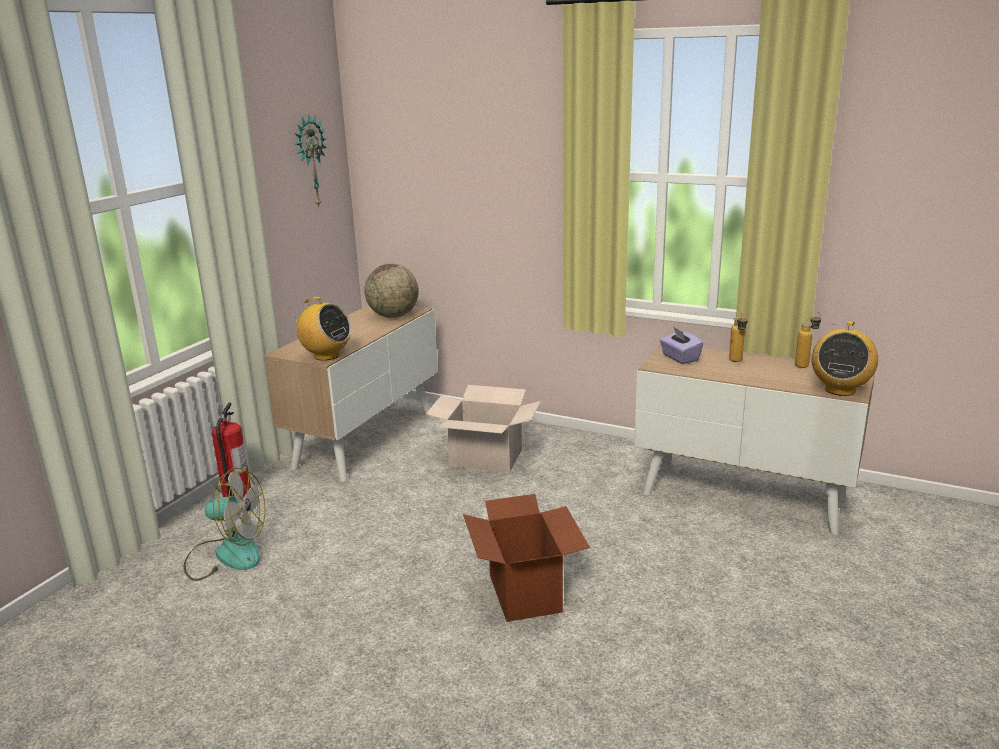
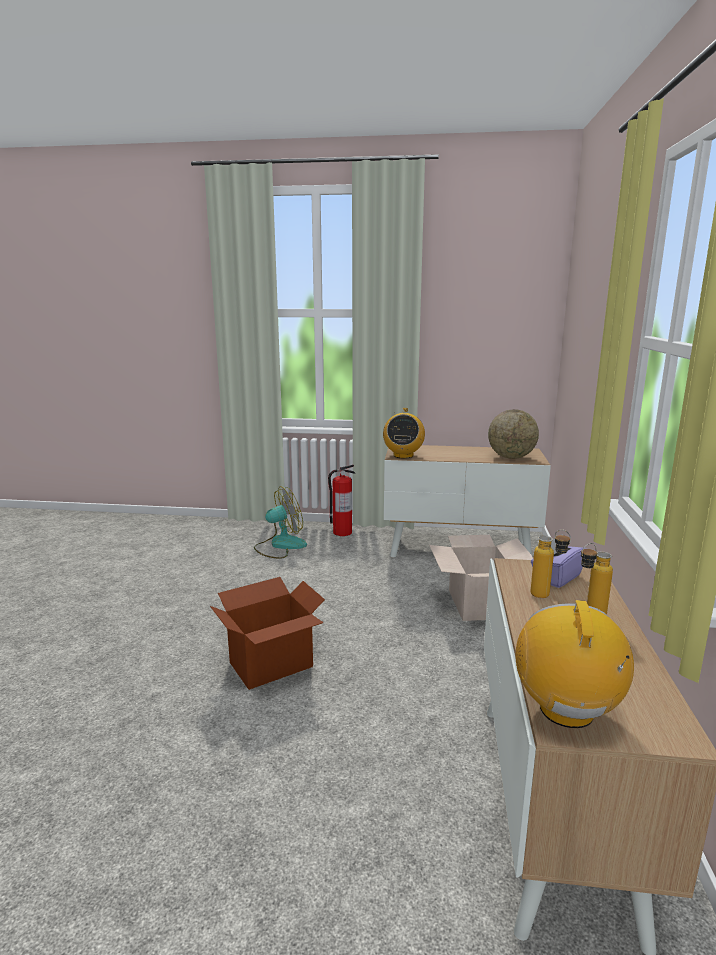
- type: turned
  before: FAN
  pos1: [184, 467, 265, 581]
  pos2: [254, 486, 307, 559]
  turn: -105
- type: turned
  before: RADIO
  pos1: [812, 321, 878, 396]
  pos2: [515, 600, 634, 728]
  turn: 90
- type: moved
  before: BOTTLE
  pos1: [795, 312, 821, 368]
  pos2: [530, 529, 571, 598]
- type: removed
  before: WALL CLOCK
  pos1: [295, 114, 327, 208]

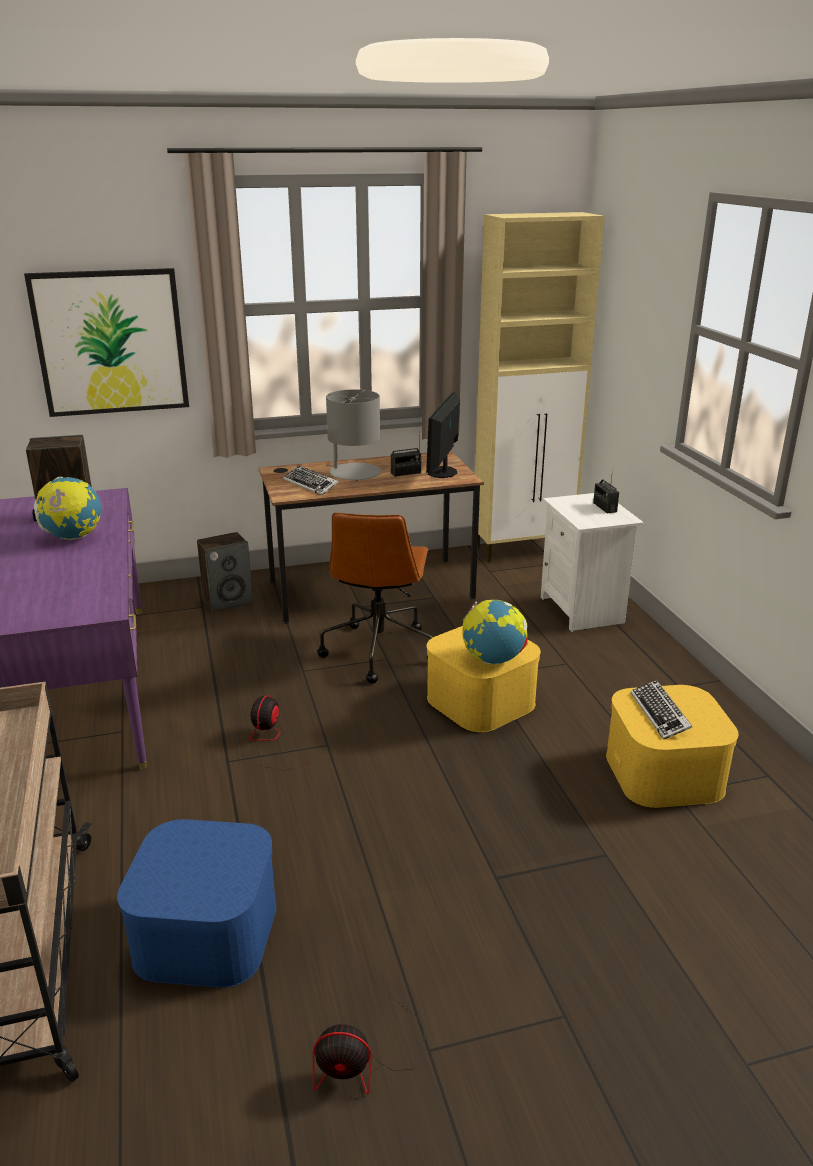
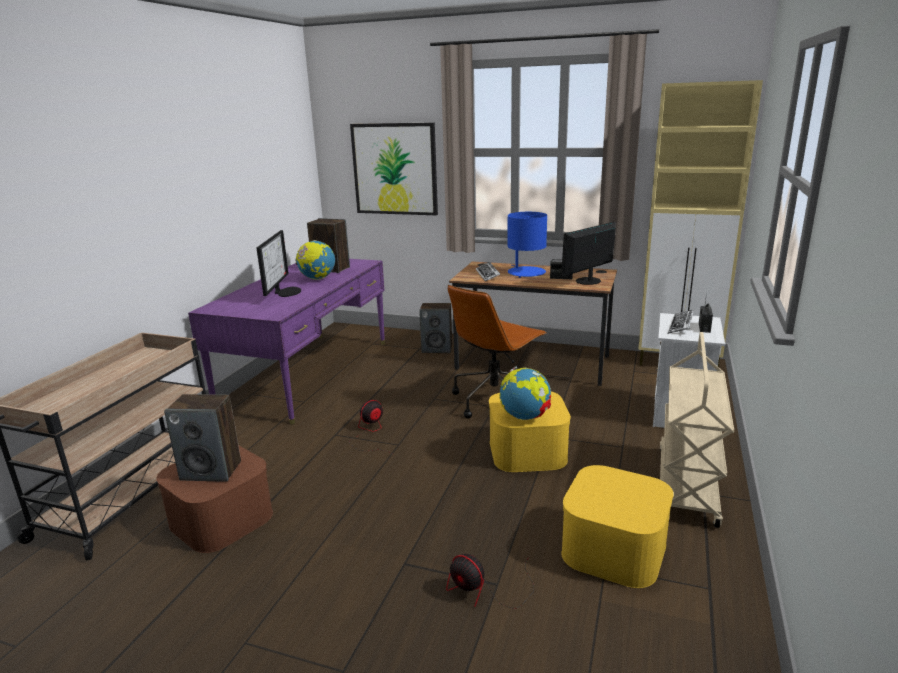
- type: recoloured
  before: BLUE STORAGE BOX
  after: BROWN STORAGE BOX
  pos1: [117, 819, 276, 988]
  pos2: [156, 445, 273, 553]
- type: added
  after: SPEAKER
  pos2: [164, 394, 241, 482]
- type: added
  after: MONITOR
  pos2: [257, 230, 301, 297]
- type: moved
  before: FAN
  pos1: [313, 973, 425, 1094]
  pos2: [446, 554, 534, 609]
- type: recoloured
  before: GREY TABLE LAMP
  after: BLUE TABLE LAMP
  pos1: [326, 389, 381, 482]
  pos2: [507, 212, 547, 278]
- type: added
  after: BEIGE CART
  pos2: [660, 332, 734, 528]
- type: moved
  before: KEYBOARD
  pos1: [631, 680, 692, 740]
  pos2: [668, 310, 694, 334]

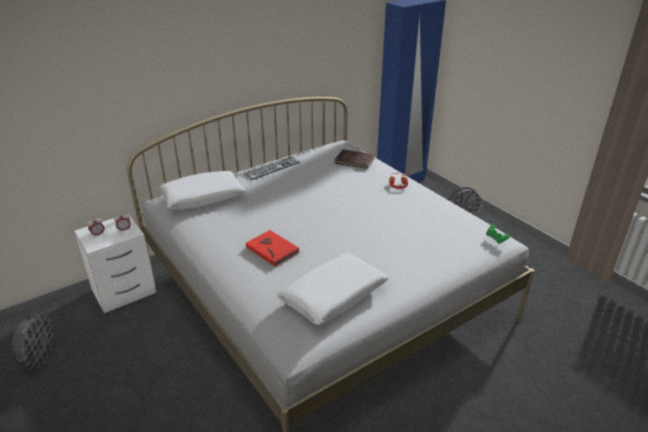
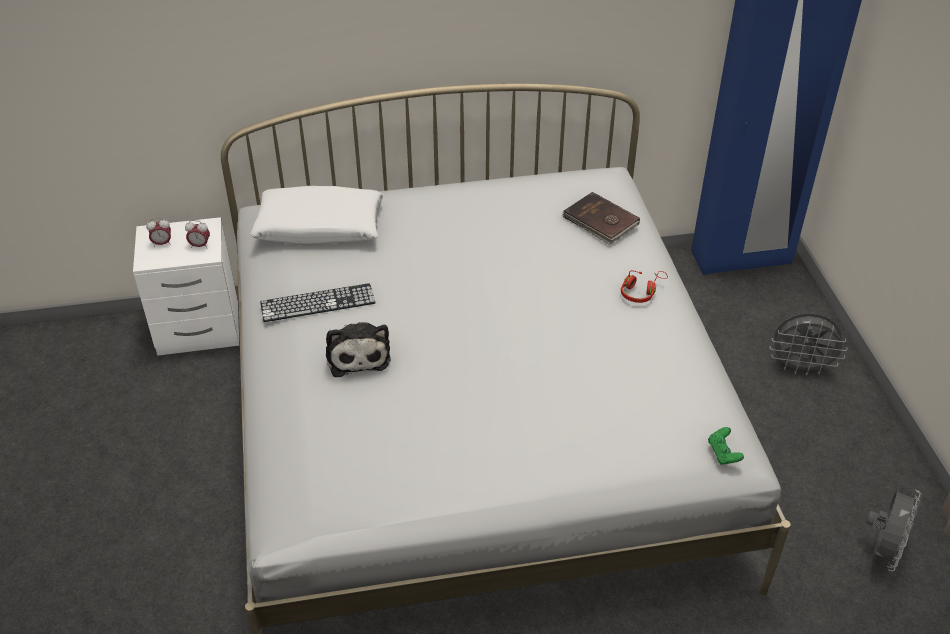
- type: moved
  before: KEYBOARD
  pos1: [244, 156, 300, 180]
  pos2: [260, 283, 376, 322]
- type: replaced
  before: RED BOOK
  after: PLUSH TOY
  pos1: [246, 230, 300, 267]
  pos2: [326, 322, 391, 377]
- type: moved
  before: GREY FAN
  pos1: [12, 315, 53, 369]
  pos2: [866, 488, 922, 572]
- type: removed
  before: WHITE PILLOW
  pos1: [277, 253, 389, 325]

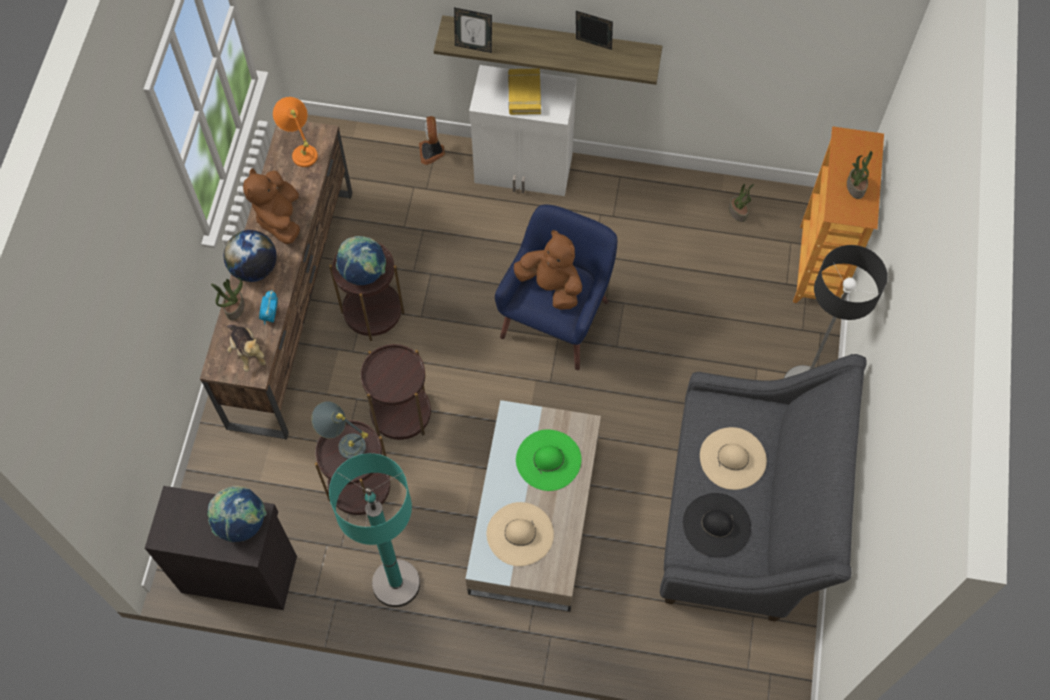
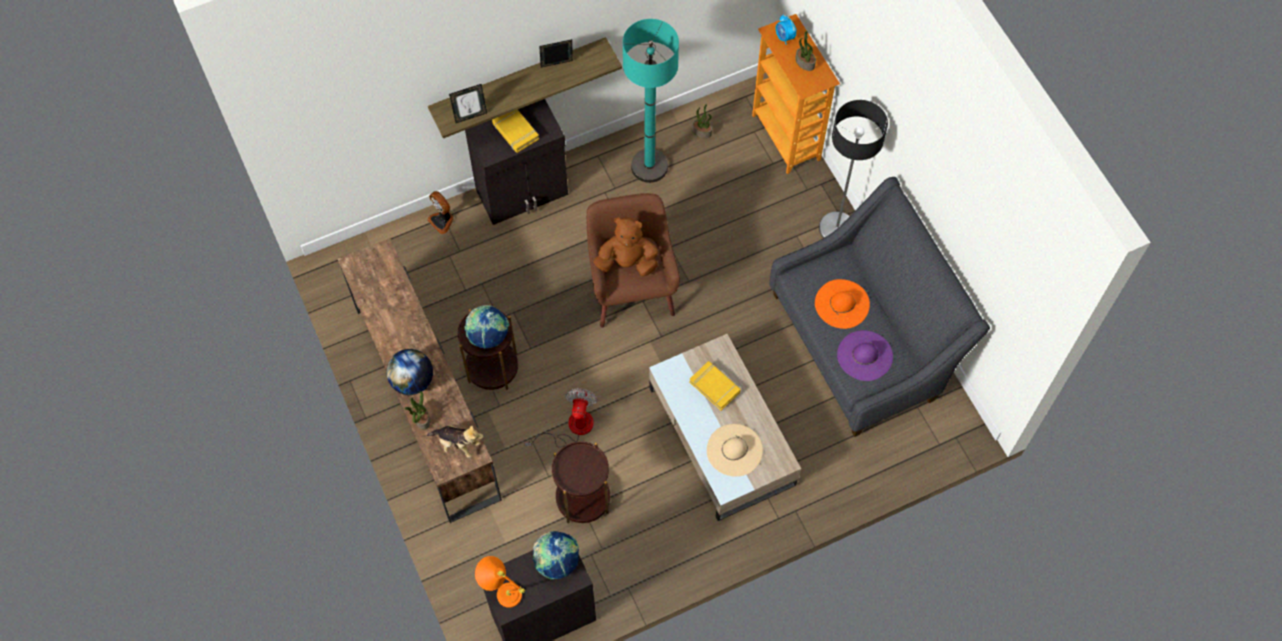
- type: recoloured
  before: WHITE CABINET
  after: BLACK CABINET
  pos1: [469, 65, 577, 196]
  pos2: [465, 99, 568, 225]
- type: moved
  before: ORANGE TABLE LAMP
  pos1: [273, 97, 318, 167]
  pos2: [475, 556, 525, 608]
- type: replaced
  before: BROWN SIDE TABLE
  after: FAN
  pos1: [361, 344, 431, 440]
  pos2: [524, 388, 598, 448]
- type: recoloured
  before: BLUE ARMCHAIR
  after: BROWN ARMCHAIR
  pos1: [495, 205, 617, 370]
  pos2: [586, 193, 680, 328]
- type: moved
  before: TURQUOISE FLOOR LAMP
  pos1: [329, 453, 420, 607]
  pos2: [623, 19, 679, 183]
- type: replaced
  before: GREEN HAT
  after: YELLOW BOOK
  pos1: [516, 429, 581, 491]
  pos2: [689, 361, 740, 410]
- type: moved
  before: ALARM CLOCK
  pos1: [259, 290, 278, 324]
  pos2: [776, 14, 797, 45]
- type: recoloured
  before: BEIGE HAT
  after: ORANGE HAT
  pos1: [700, 427, 767, 490]
  pos2: [815, 279, 870, 329]
- type: recoloured
  before: BLACK HAT
  after: PURPLE HAT
  pos1: [683, 493, 751, 558]
  pos2: [837, 330, 893, 381]
- type: removed
  before: BROWN PLUSH TOY
  pos1: [243, 168, 300, 244]
- type: removed
  before: GREY TABLE LAMP
  pos1: [311, 401, 368, 459]

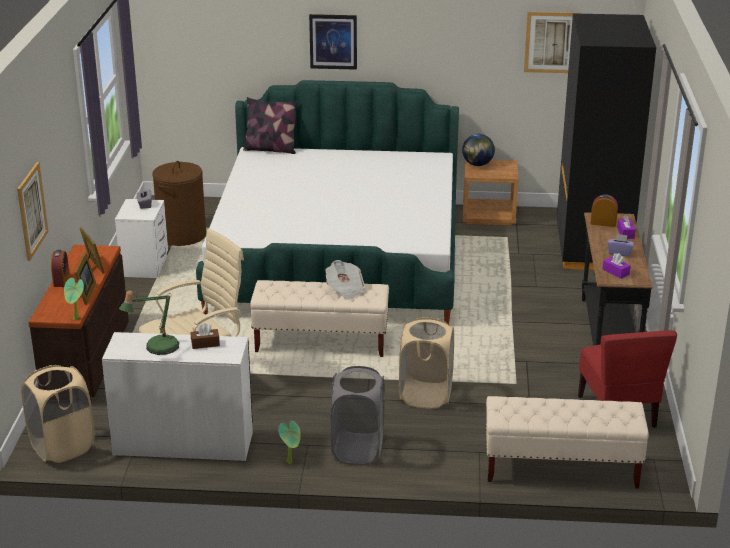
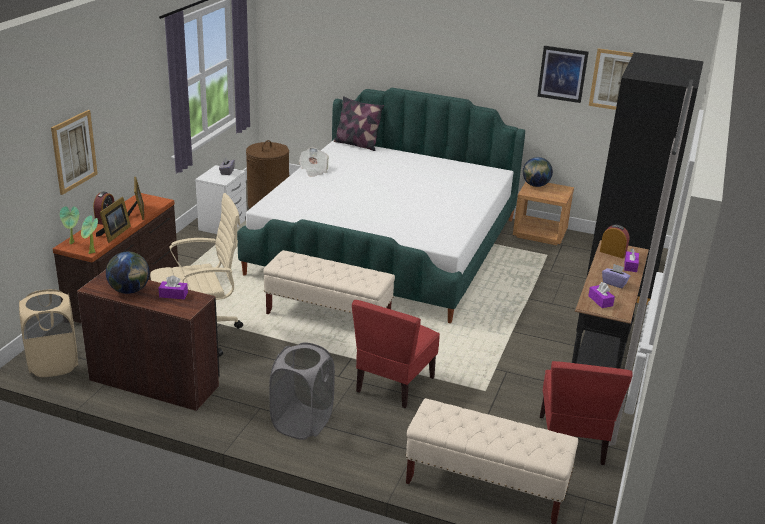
- type: moved
  before: POTTED PLANT
  pos1: [278, 420, 301, 464]
  pos2: [60, 206, 79, 244]
- type: recoloured
  before: WHITE DESK
  after: BROWN DESK
  pos1: [102, 332, 253, 461]
  pos2: [77, 270, 220, 411]
- type: replaced
  before: TABLE LAMP
  after: GLOBE
  pos1: [119, 290, 179, 355]
  pos2: [106, 252, 150, 294]
- type: recoloured
  before: BROWN TISSUE BOX
  after: PURPLE TISSUE BOX
  pos1: [191, 323, 220, 349]
  pos2: [158, 275, 188, 299]
- type: moved
  before: NEWSPAPER
  pos1: [325, 260, 365, 300]
  pos2: [299, 147, 329, 177]
- type: replaced
  before: BEIGE LAUNDRY BASKET
  after: RED CHAIR
  pos1: [399, 317, 454, 409]
  pos2: [352, 300, 440, 408]
- type: moved
  before: PICTURE
  pos1: [309, 14, 357, 70]
  pos2: [537, 46, 589, 103]

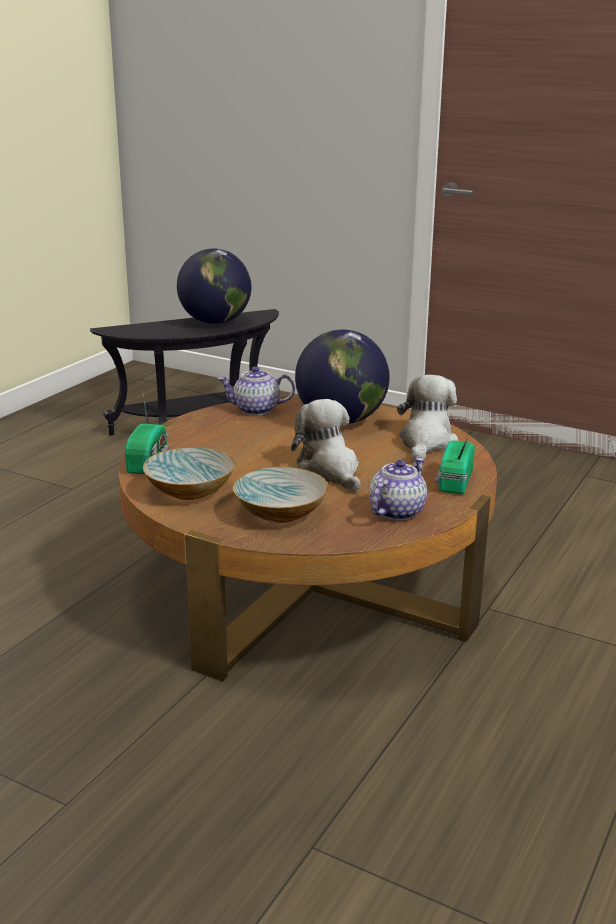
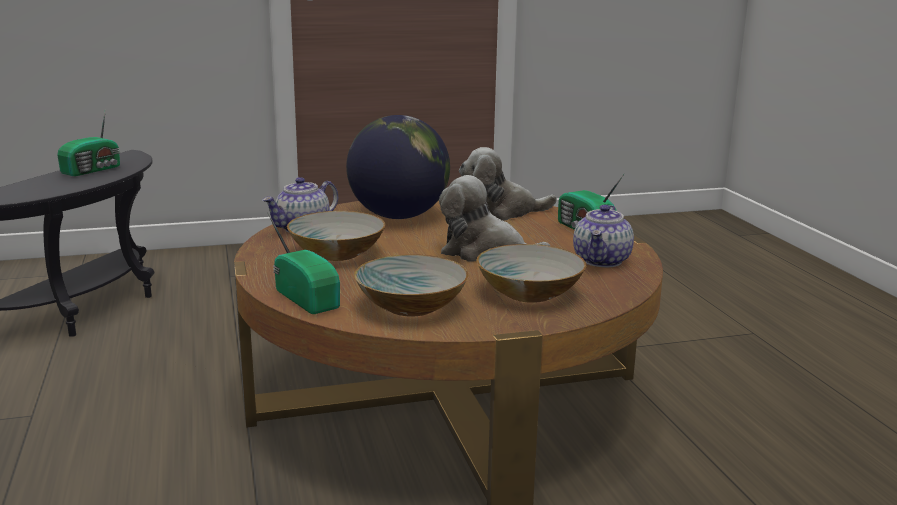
- type: replaced
  before: GLOBE
  after: RADIO
  pos1: [177, 249, 252, 324]
  pos2: [57, 109, 120, 177]
- type: added
  after: BOWL
  pos2: [287, 211, 385, 261]
- type: turned
  before: PLUSH TOY
  pos1: [397, 375, 458, 459]
  pos2: [459, 147, 557, 221]
  turn: -75
- type: turned
  before: TEAPOT
  pos1: [369, 458, 427, 520]
  pos2: [573, 205, 634, 267]
  turn: -150

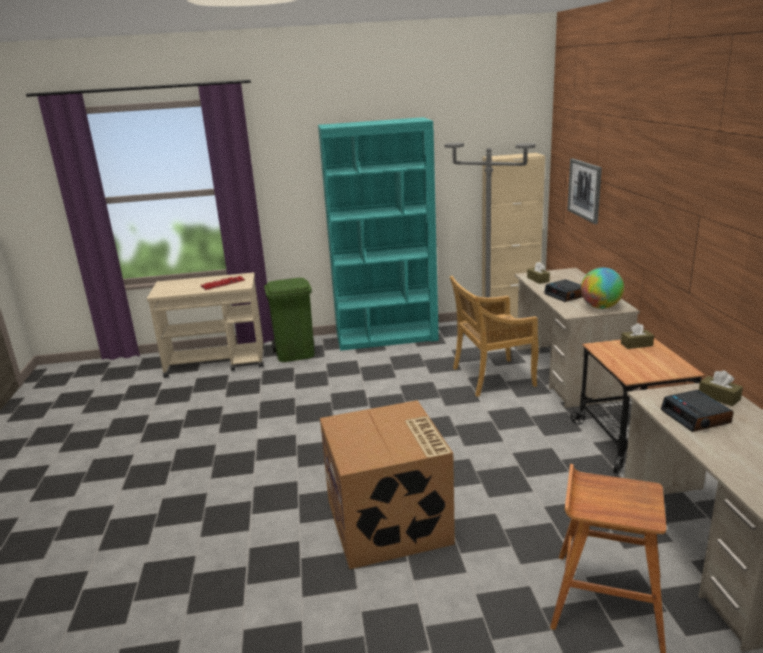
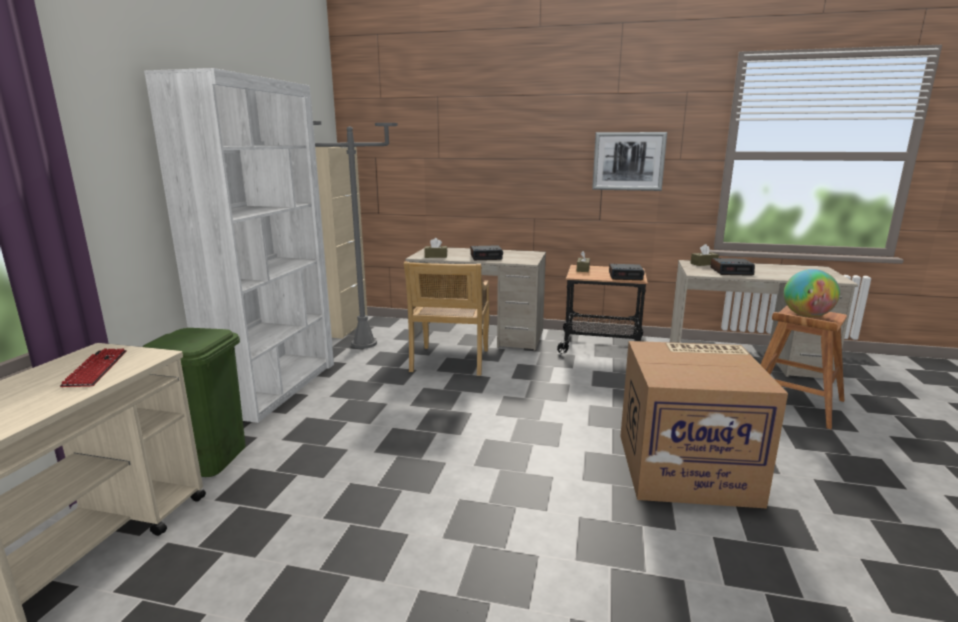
- type: recoloured
  before: TURQUOISE BOOKCASE
  after: WHITE BOOKCASE
  pos1: [318, 117, 439, 351]
  pos2: [144, 68, 334, 423]
- type: moved
  before: PICTURE
  pos1: [567, 158, 602, 224]
  pos2: [592, 132, 667, 191]
- type: added
  after: ALARM CLOCK
  pos2: [609, 264, 644, 280]
- type: moved
  before: GLOBE
  pos1: [581, 267, 624, 309]
  pos2: [784, 269, 840, 317]

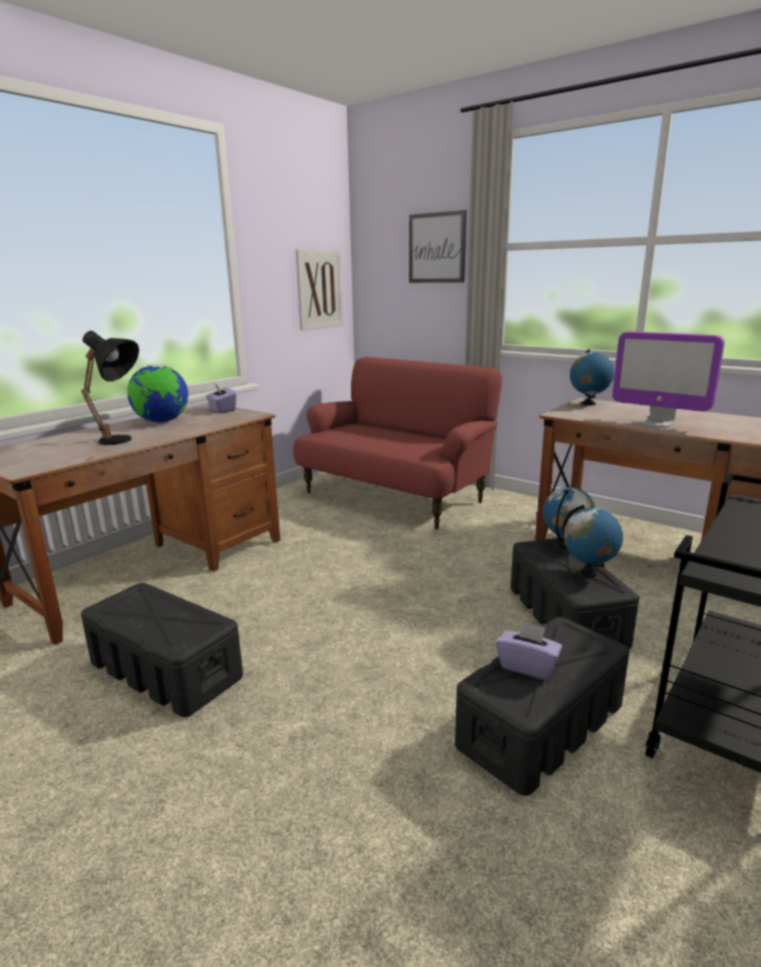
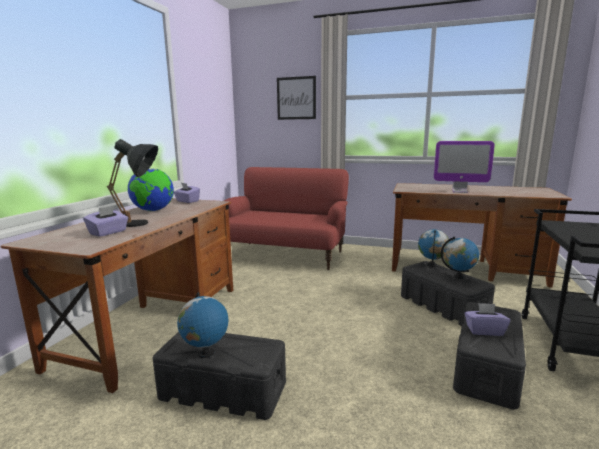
- type: added
  after: PURPLE TISSUE BOX
  pos2: [83, 206, 128, 237]
- type: moved
  before: GLOBE
  pos1: [570, 349, 614, 405]
  pos2: [177, 292, 228, 358]
- type: removed
  before: PICTURE
  pos1: [296, 250, 343, 330]

